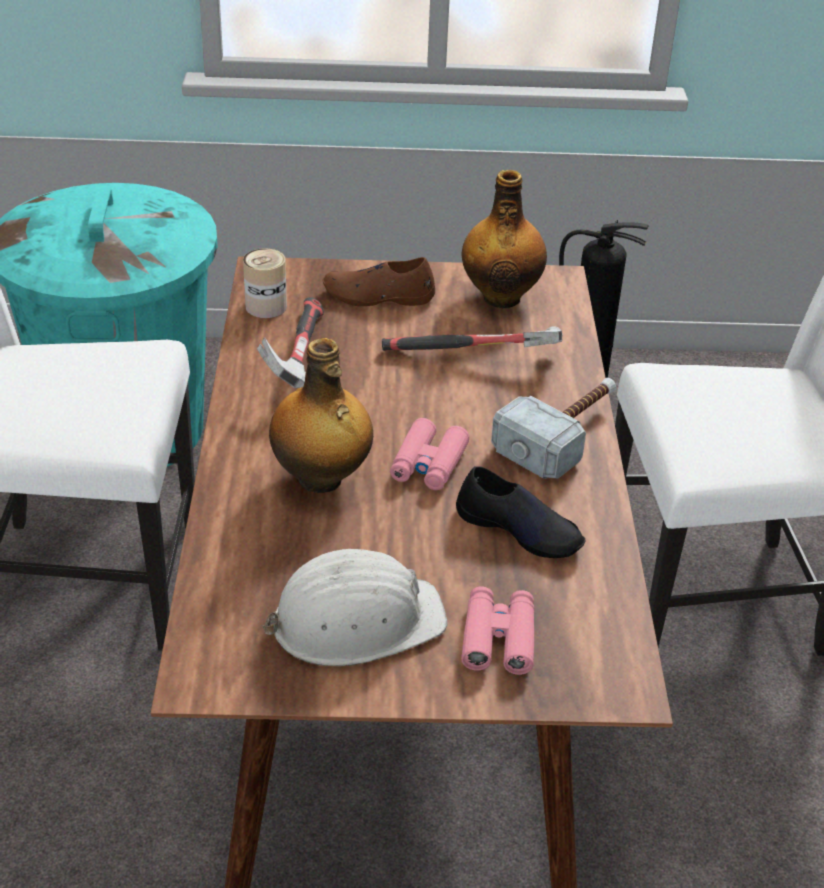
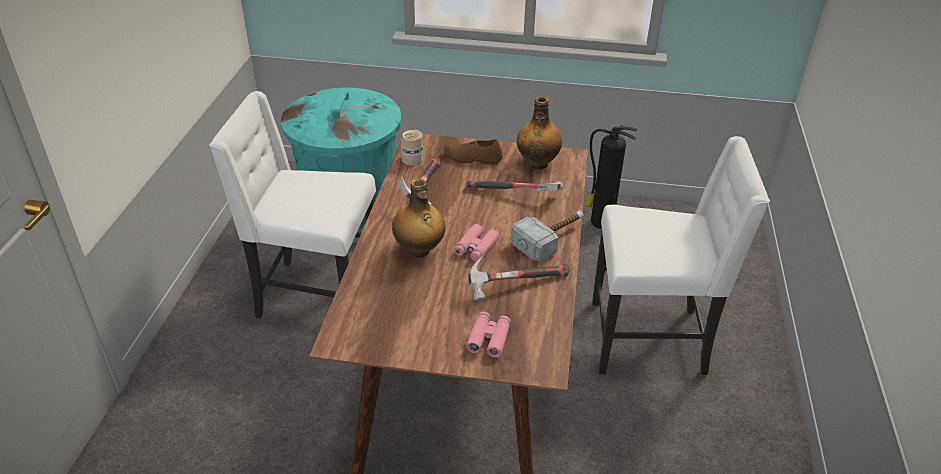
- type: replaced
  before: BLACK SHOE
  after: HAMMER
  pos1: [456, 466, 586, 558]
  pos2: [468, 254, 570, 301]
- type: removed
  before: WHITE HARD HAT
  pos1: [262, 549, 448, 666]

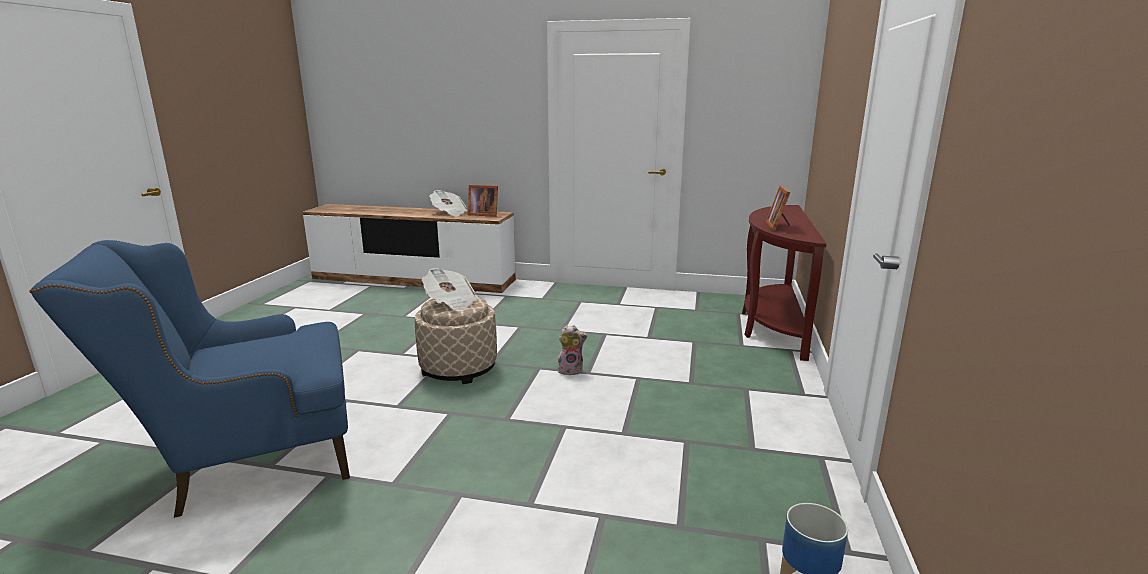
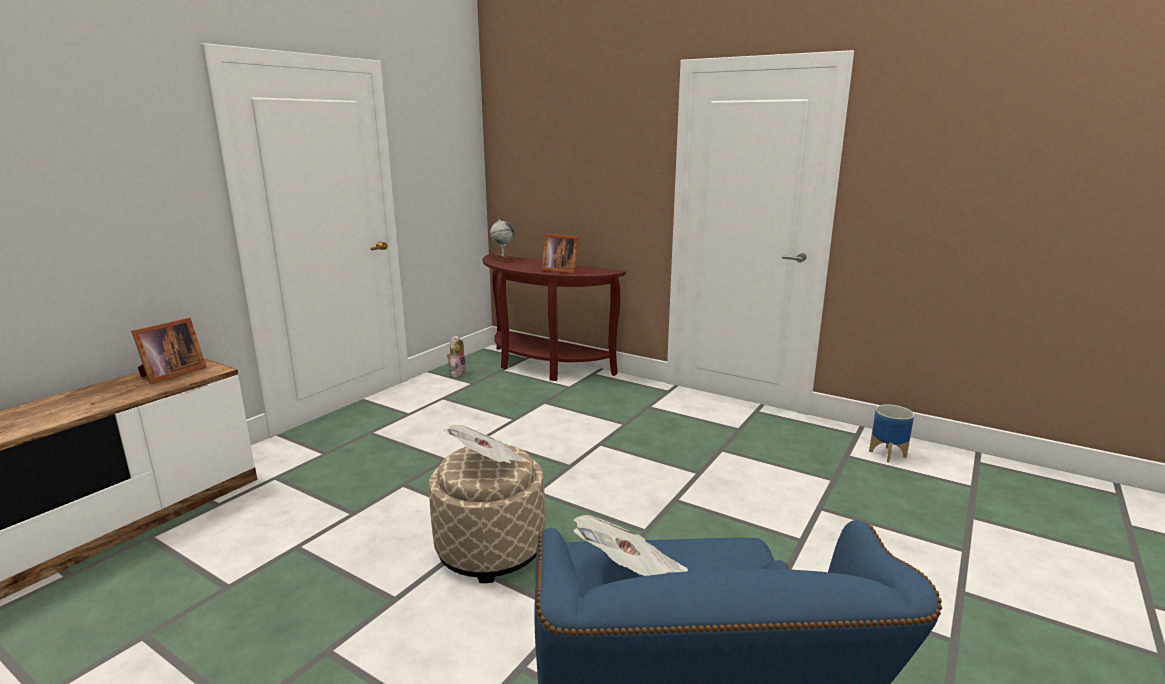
- type: moved
  before: PLUSH TOY
  pos1: [558, 325, 587, 375]
  pos2: [447, 335, 467, 378]
- type: added
  after: GLOBE
  pos2: [490, 219, 514, 262]
- type: moved
  before: NEWSPAPER
  pos1: [429, 190, 468, 216]
  pos2: [573, 515, 688, 576]

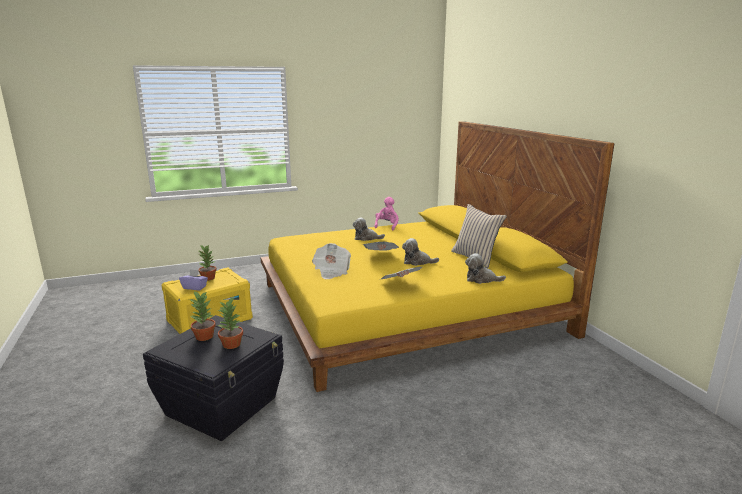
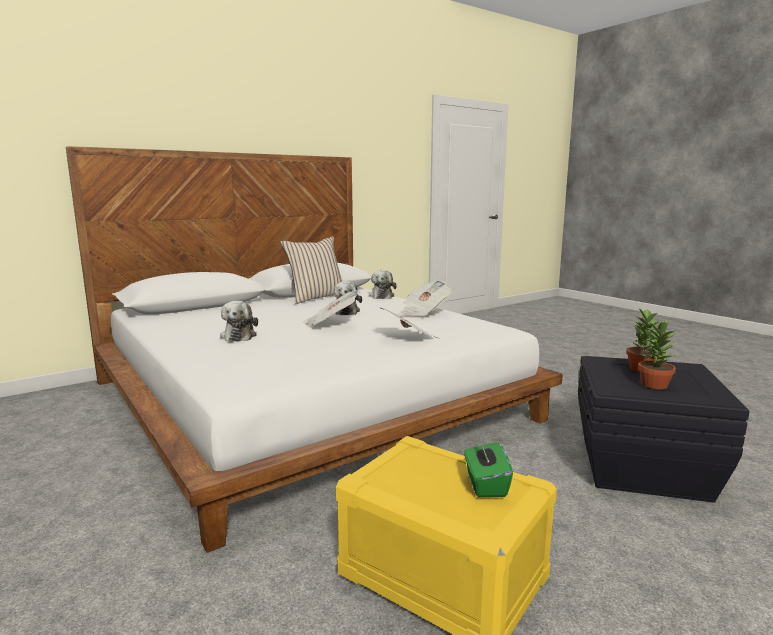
- type: recoloured
  before: YELLOW BED
  after: WHITE BED
  pos1: [260, 121, 615, 392]
  pos2: [66, 146, 563, 553]
- type: recoloured
  before: PURPLE TISSUE BOX
  after: GREEN TISSUE BOX
  pos1: [179, 269, 208, 290]
  pos2: [464, 438, 513, 497]
- type: removed
  before: POTTED PLANT
  pos1: [199, 245, 217, 281]
- type: removed
  before: PINK PLUSH TOY
  pos1: [374, 197, 399, 230]

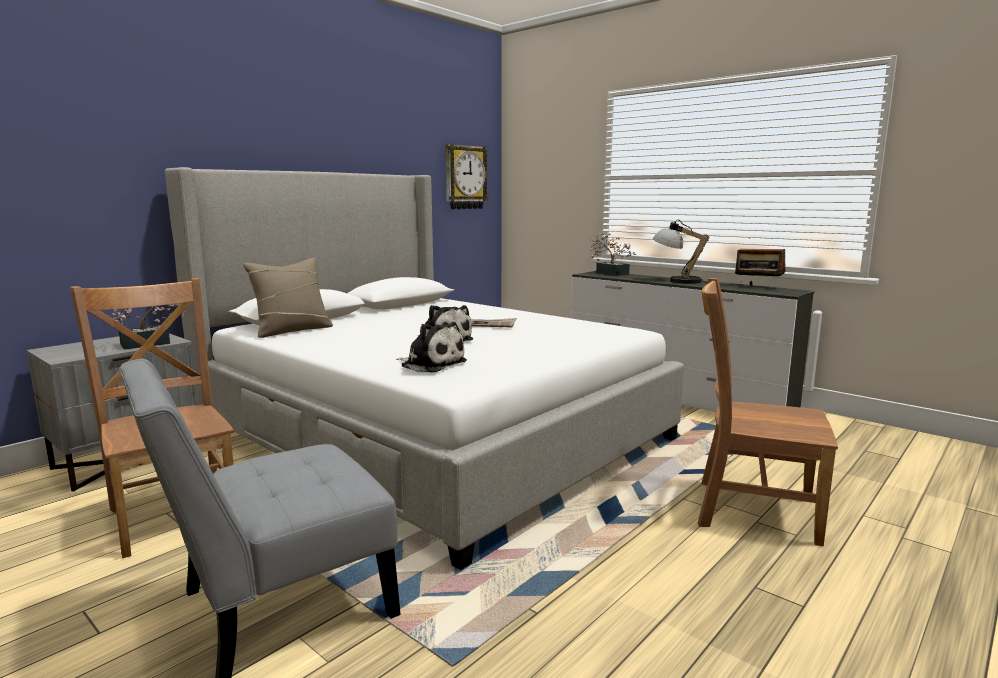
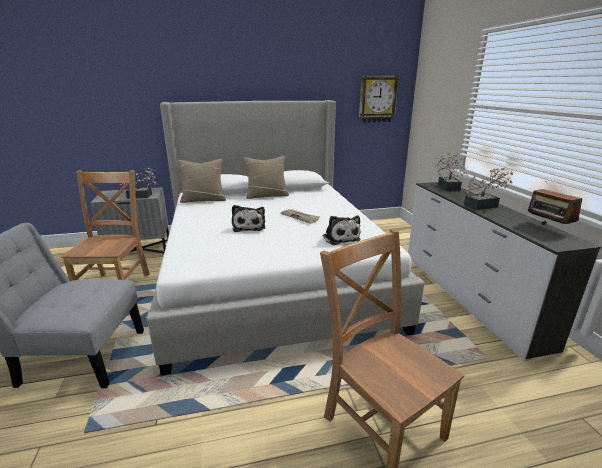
- type: added
  after: BEIGE PILLOW
  pos2: [244, 156, 289, 199]
- type: moved
  before: PLUSH TOY
  pos1: [396, 322, 467, 373]
  pos2: [323, 215, 361, 245]
- type: replaced
  before: TABLE LAMP
  after: POTTED PLANT
  pos1: [653, 220, 710, 284]
  pos2: [464, 168, 513, 210]

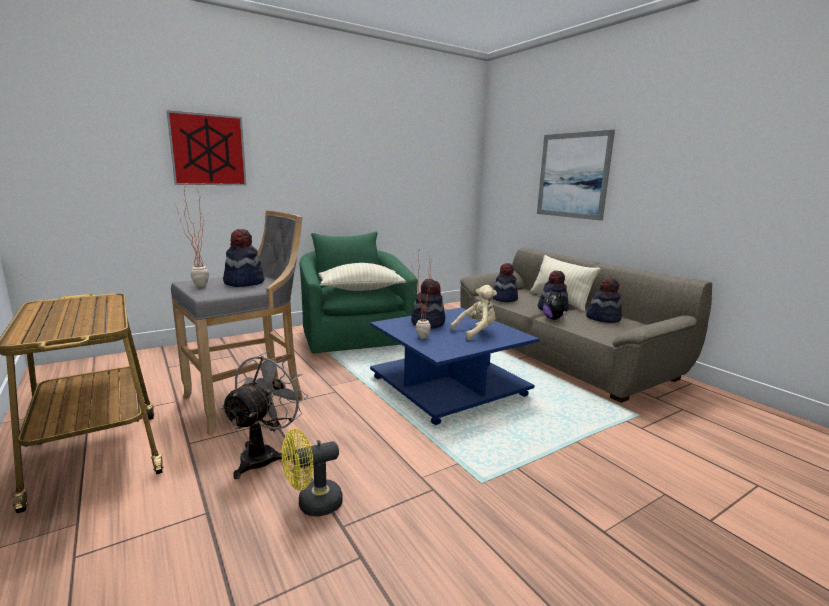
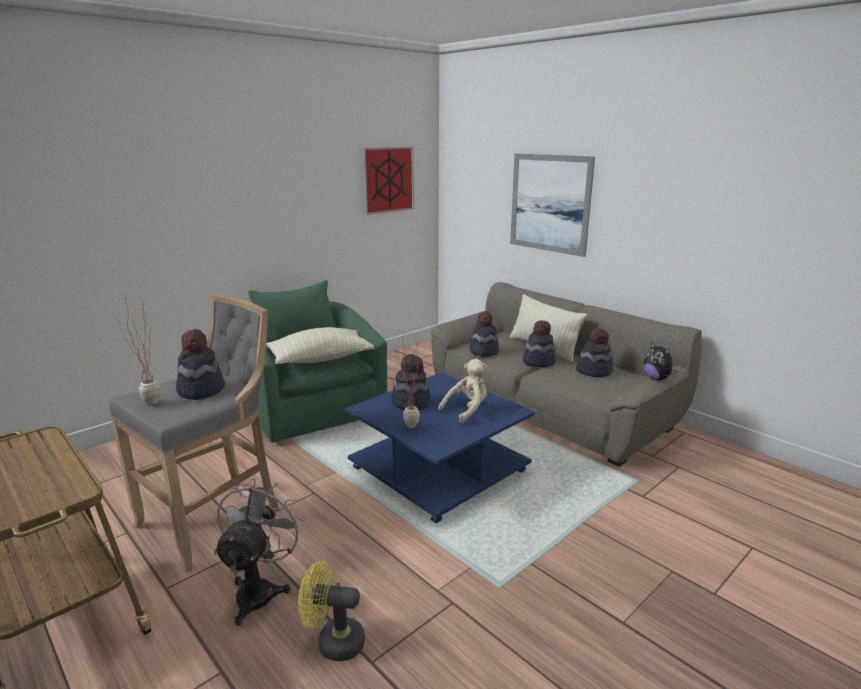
- type: turned
  before: YELLOW FAN
  pos1: [282, 429, 343, 517]
  pos2: [298, 561, 365, 661]
  turn: 45
- type: moved
  before: PICTURE
  pos1: [167, 110, 247, 186]
  pos2: [362, 147, 414, 215]
- type: moved
  before: PLUSH TOY
  pos1: [543, 288, 568, 320]
  pos2: [644, 342, 678, 380]

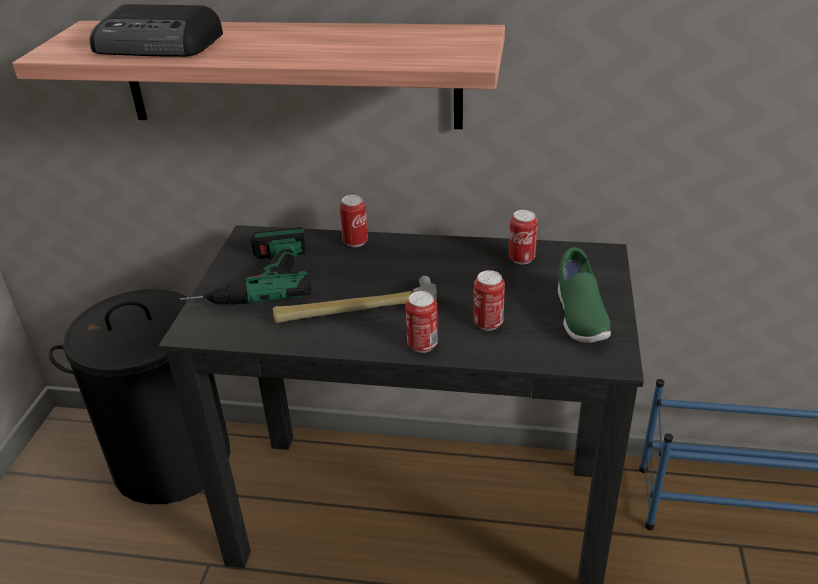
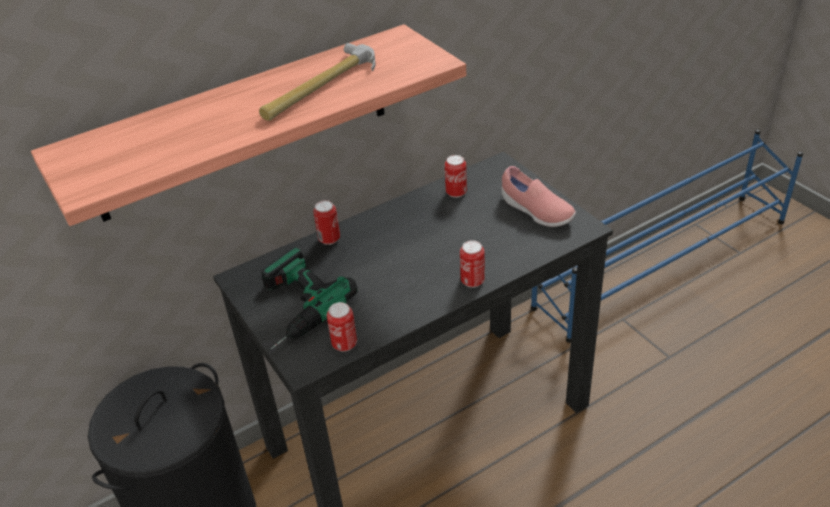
- type: moved
  before: HAMMER
  pos1: [273, 276, 437, 323]
  pos2: [259, 43, 376, 121]
- type: moved
  before: CAN
  pos1: [473, 270, 505, 331]
  pos2: [327, 302, 357, 352]
- type: recoloured
  before: GREEN SHOE
  after: PINK SHOE
  pos1: [558, 247, 611, 343]
  pos2: [501, 166, 576, 227]
- type: removed
  before: RADIO
  pos1: [90, 4, 223, 57]

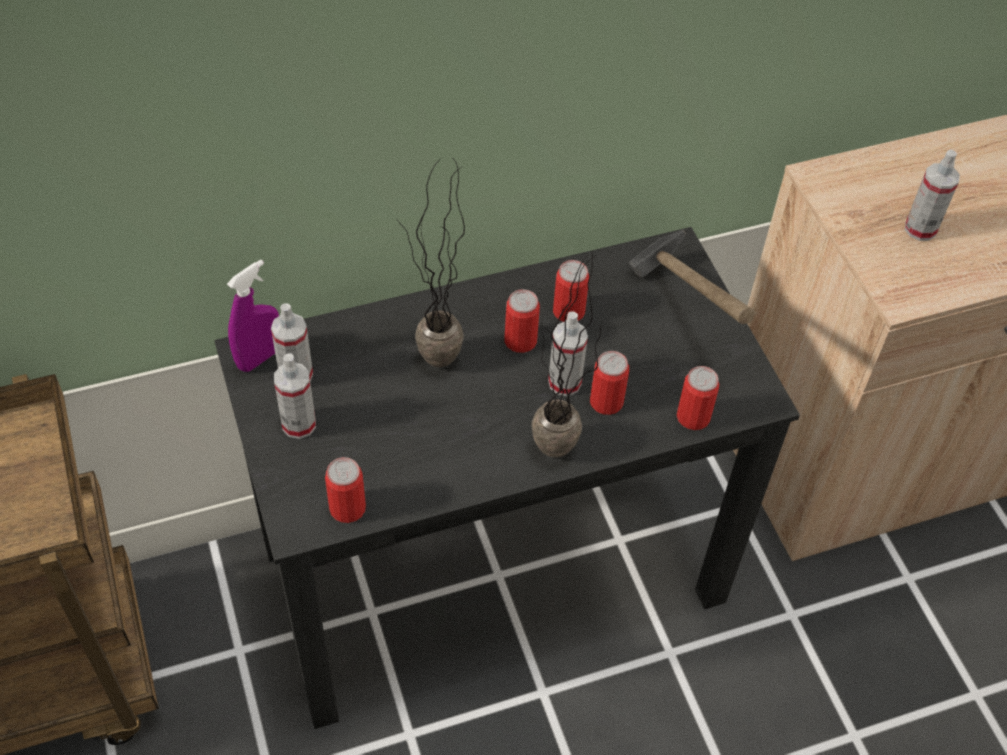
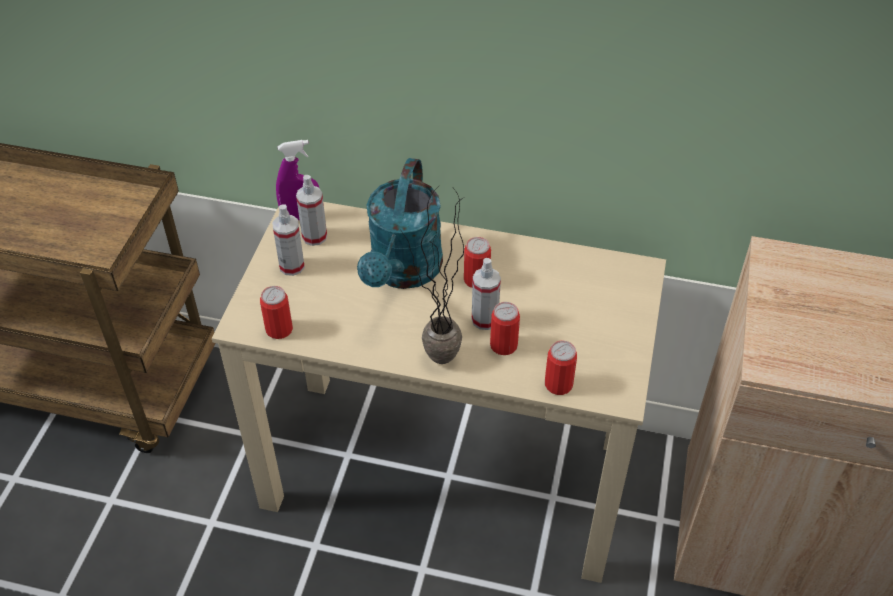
- type: recoloured
  before: BLACK DESK
  after: BEIGE DESK
  pos1: [214, 227, 800, 729]
  pos2: [212, 202, 666, 583]
- type: replaced
  before: POTTED PLANT
  after: TURQUOISE WATERING CAN
  pos1: [397, 158, 465, 367]
  pos2: [357, 158, 443, 289]
- type: removed
  before: CAN
  pos1: [553, 260, 589, 322]
- type: removed
  before: HAMMER
  pos1: [629, 230, 754, 324]
- type: removed
  before: SPRAY BOTTLE
  pos1: [905, 150, 960, 241]

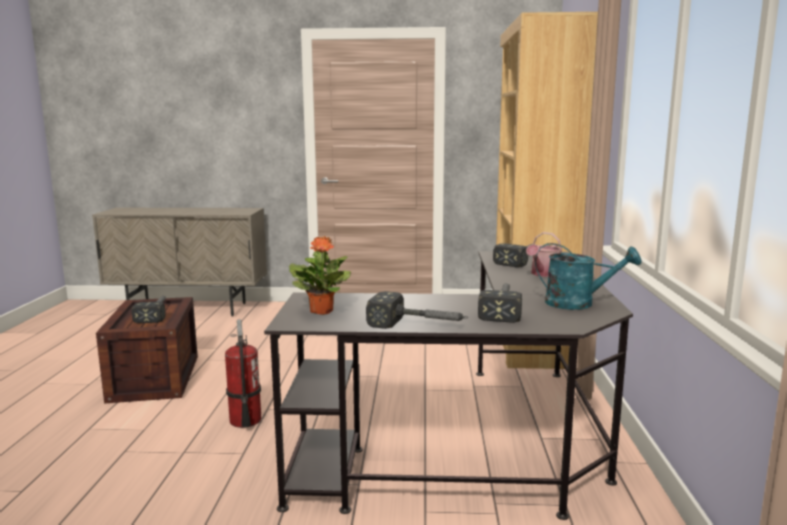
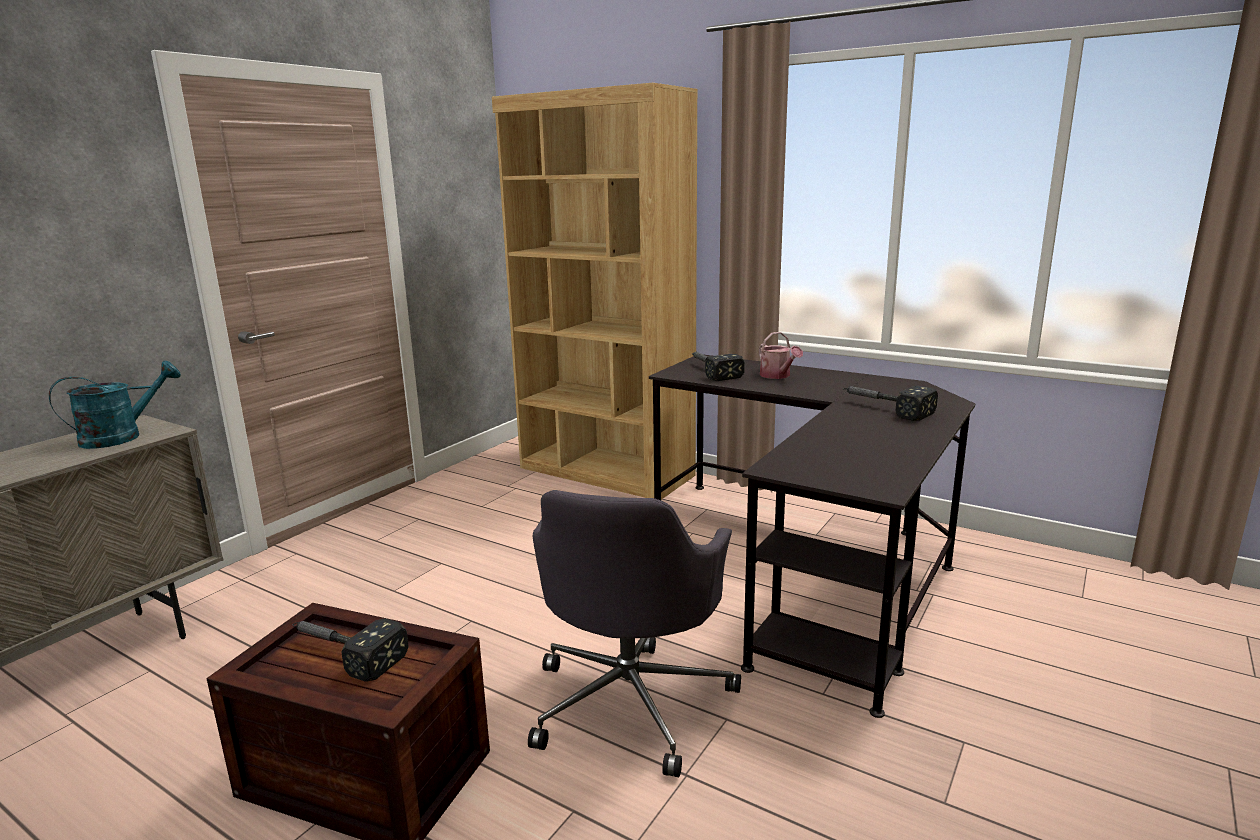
- type: moved
  before: TURQUOISE WATERING CAN
  pos1: [535, 243, 642, 310]
  pos2: [49, 360, 181, 449]
- type: replaced
  before: FIRE EXTINGUISHER
  after: GREY OFFICE CHAIR
  pos1: [225, 319, 261, 428]
  pos2: [528, 490, 741, 777]
- type: removed
  before: POTTED PLANT
  pos1: [289, 236, 351, 315]
- type: removed
  before: HAMMER
  pos1: [366, 291, 467, 329]

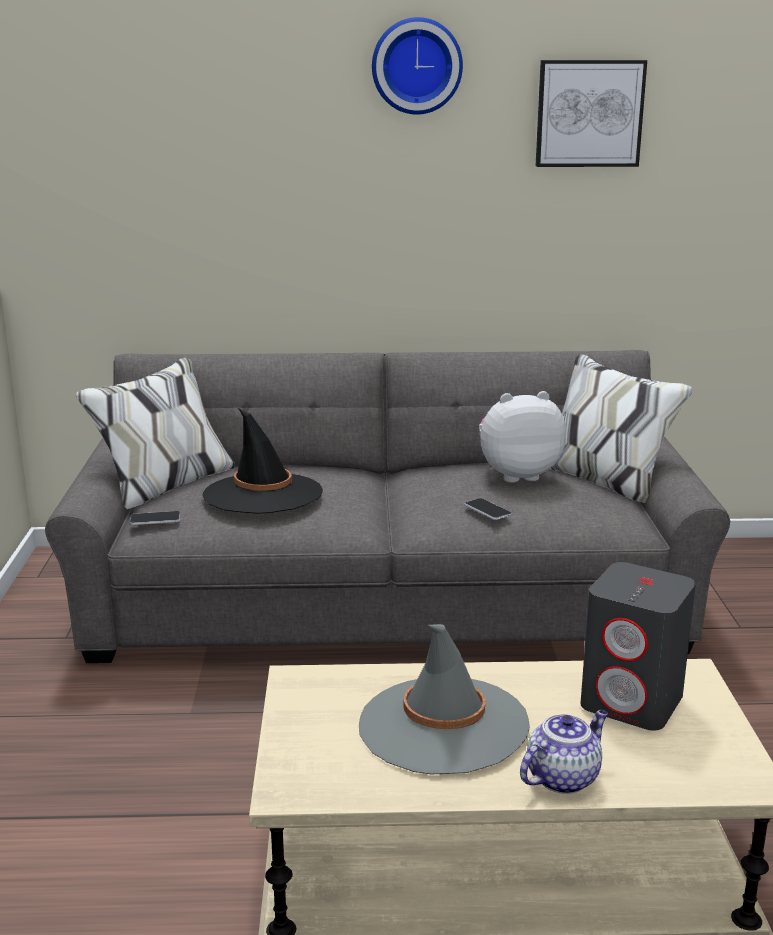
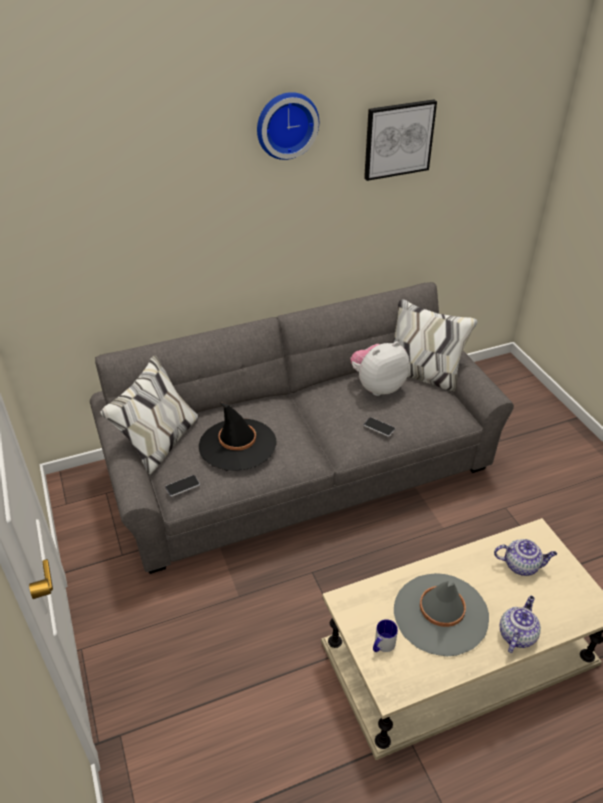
- type: added
  after: MUG
  pos2: [373, 619, 398, 652]
- type: replaced
  before: GREY SPEAKER
  after: TEAPOT
  pos1: [580, 562, 696, 731]
  pos2: [494, 539, 557, 576]

